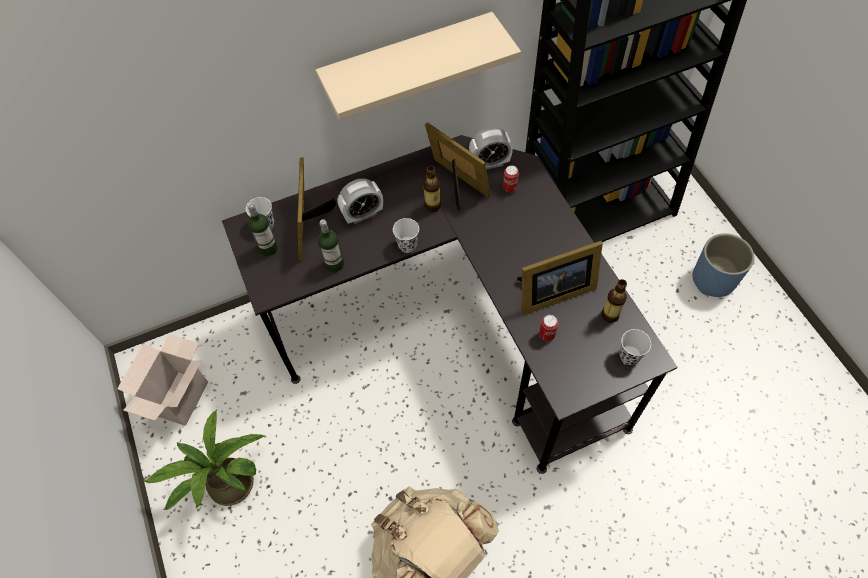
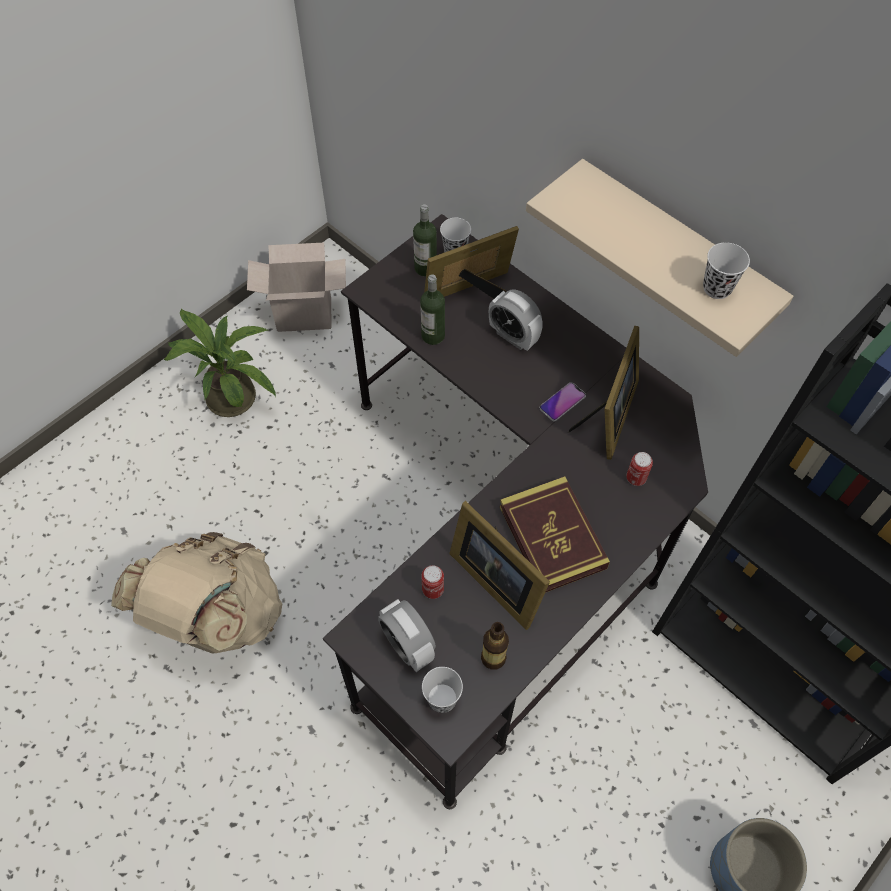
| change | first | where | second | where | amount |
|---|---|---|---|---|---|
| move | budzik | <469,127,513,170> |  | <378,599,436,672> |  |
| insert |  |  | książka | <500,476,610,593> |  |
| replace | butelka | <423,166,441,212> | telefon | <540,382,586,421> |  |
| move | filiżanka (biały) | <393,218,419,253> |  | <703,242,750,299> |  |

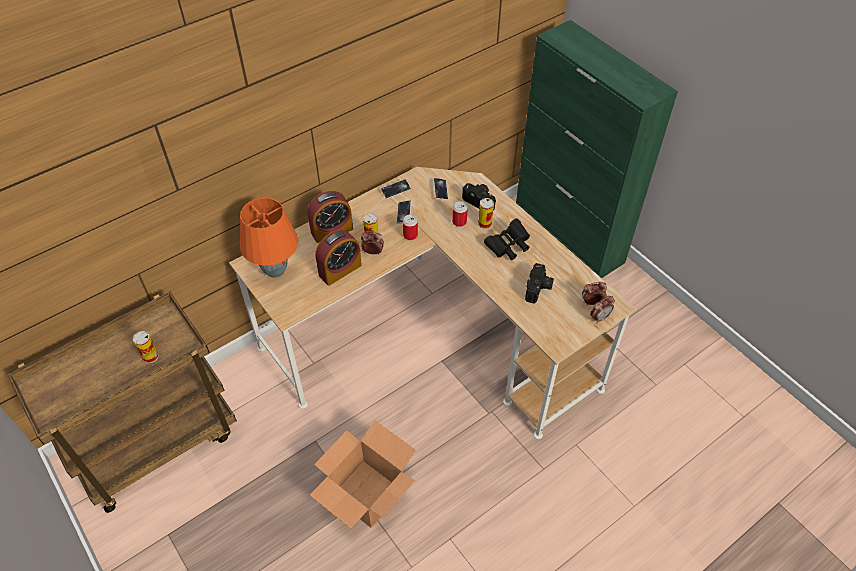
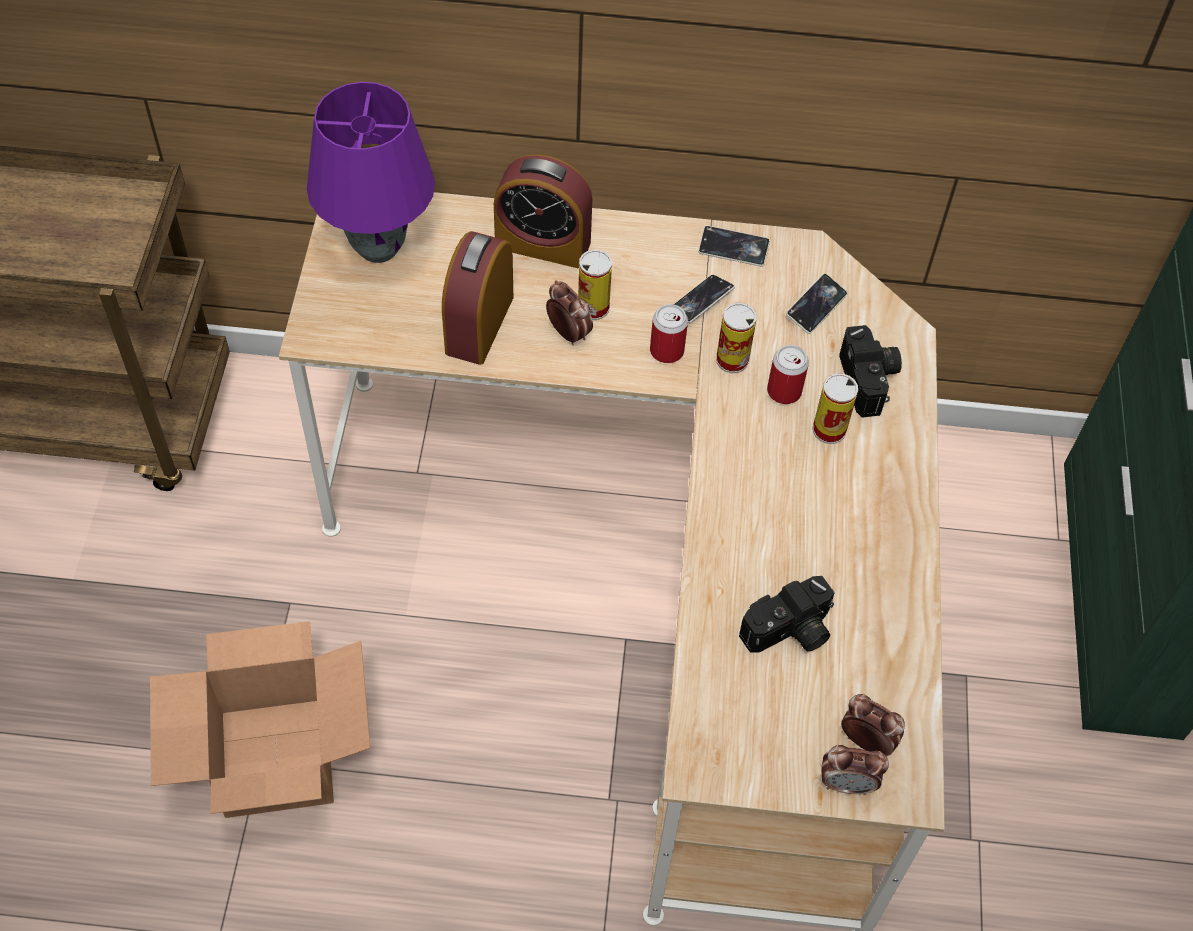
| change | first | where | second | where | amount |
|---|---|---|---|---|---|
| recolor | lampa stołowa (pomarańczowy) | <240,198,298,278> | lampa stołowa (fioletowy) | <307,82,435,263> |  |
| rotate | budzik | <315,229,362,286> |  | <442,231,513,365> | 105 degrees clockwise |
| move | puszka | <133,331,159,363> |  | <716,303,757,373> |  |
| delete | lornetka (czarny) | <484,219,530,260> |  |  |  |

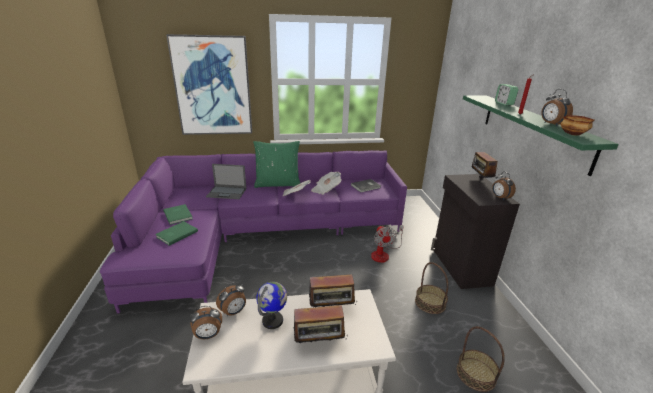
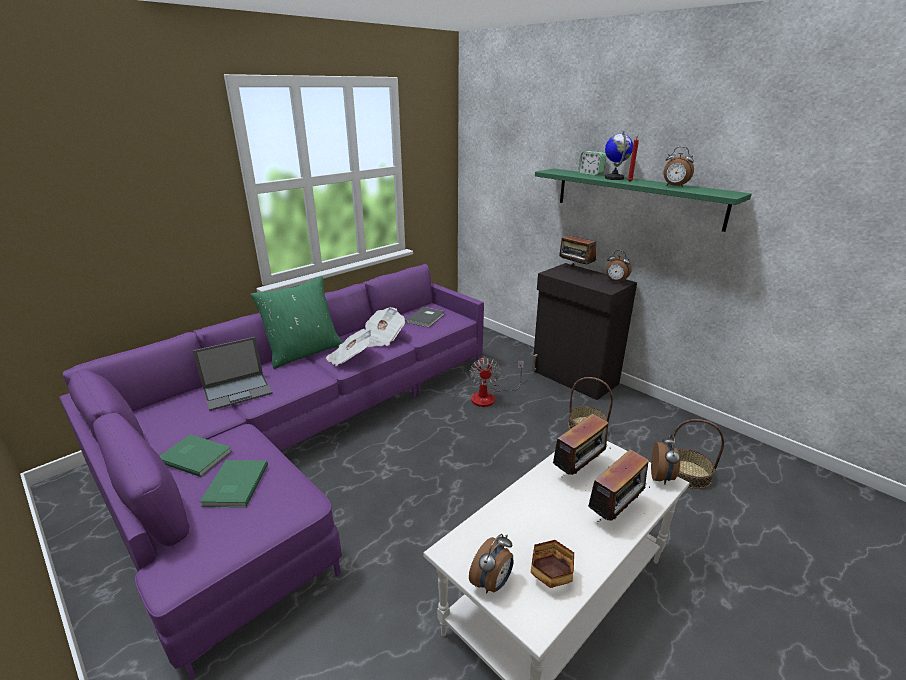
| change | first | where | second | where | amount |
|---|---|---|---|---|---|
| rotate | wentylator | <371,225,404,263> |  | <469,356,524,407> | 45 degrees clockwise |
| move | miska | <560,115,594,136> |  | <530,540,574,588> |  |
| move | globus | <257,282,287,329> |  | <605,131,633,180> |  |
| move | budzik | <216,282,246,317> |  | <651,434,680,485> |  |
| delete | obraz | <166,34,252,135> |  |  |  |

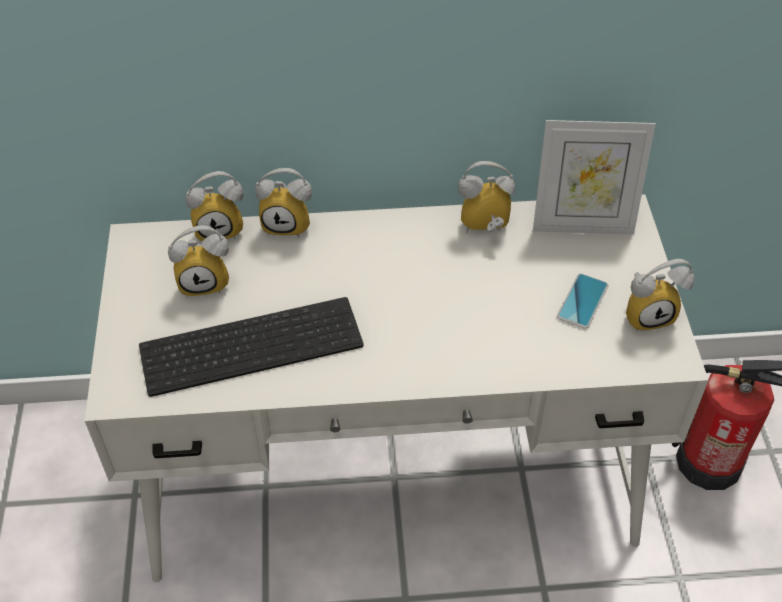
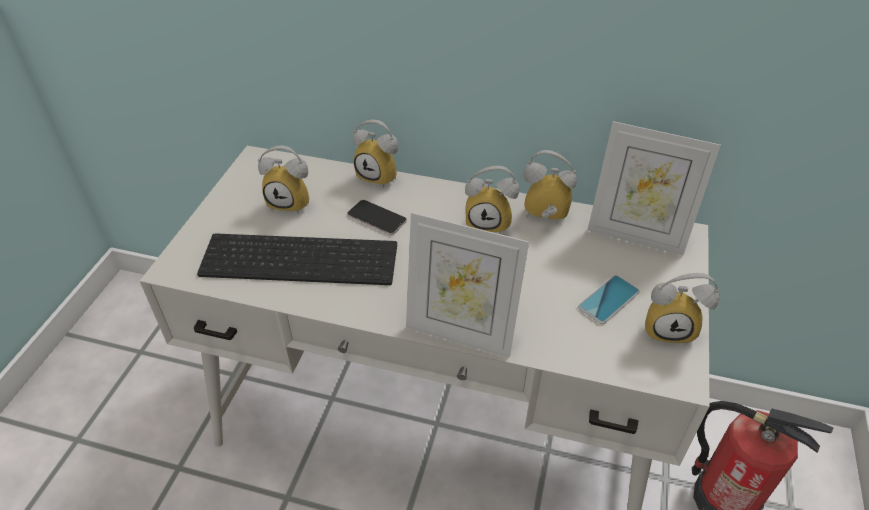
| change | first | where | second | where | amount |
|---|---|---|---|---|---|
| insert |  |  | telefon | <347,200,407,235> |  |
| insert |  |  | ramka na zdjęcie | <406,212,529,358> |  |
| move | budzik | <185,171,243,241> |  | <465,166,519,234> |  |

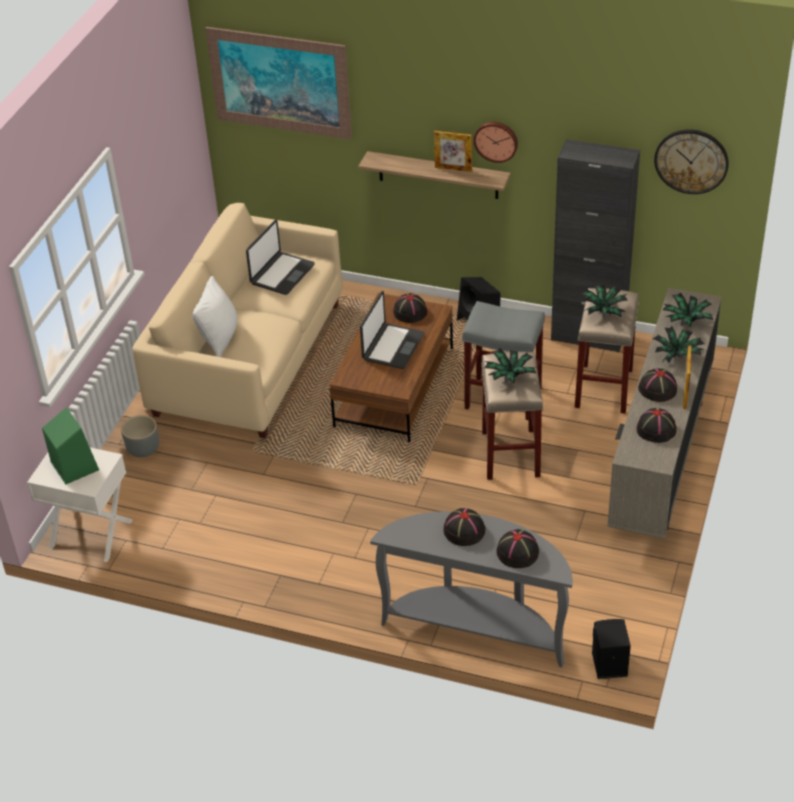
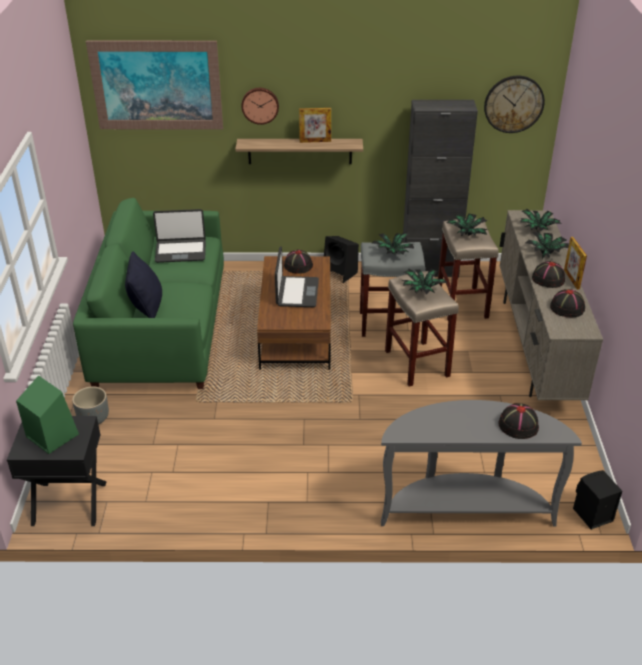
| change | first | where | second | where | amount |
|---|---|---|---|---|---|
| recolor | szafka nocna (biały) | <27,447,133,562> | szafka nocna (czarny) | <7,416,106,526> |  |
| recolor | kanapa (beżowy) | <132,203,343,438> | kanapa (zielony) | <73,198,224,389> |  |
| recolor | poduszka (biały) | <193,276,238,357> | poduszka (czarny) | <125,251,162,318> |  |
| rotate | laptop | <246,220,315,295> |  | <153,209,206,263> | 75 degrees clockwise |
| move | zegar ścienny | <474,122,518,163> |  | <241,88,279,125> |  |
| insert |  |  | roślina doniczkowa | <371,232,414,255> |  |
| delete | kapelusz (czarny) | <443,508,485,546> |  |  |  |

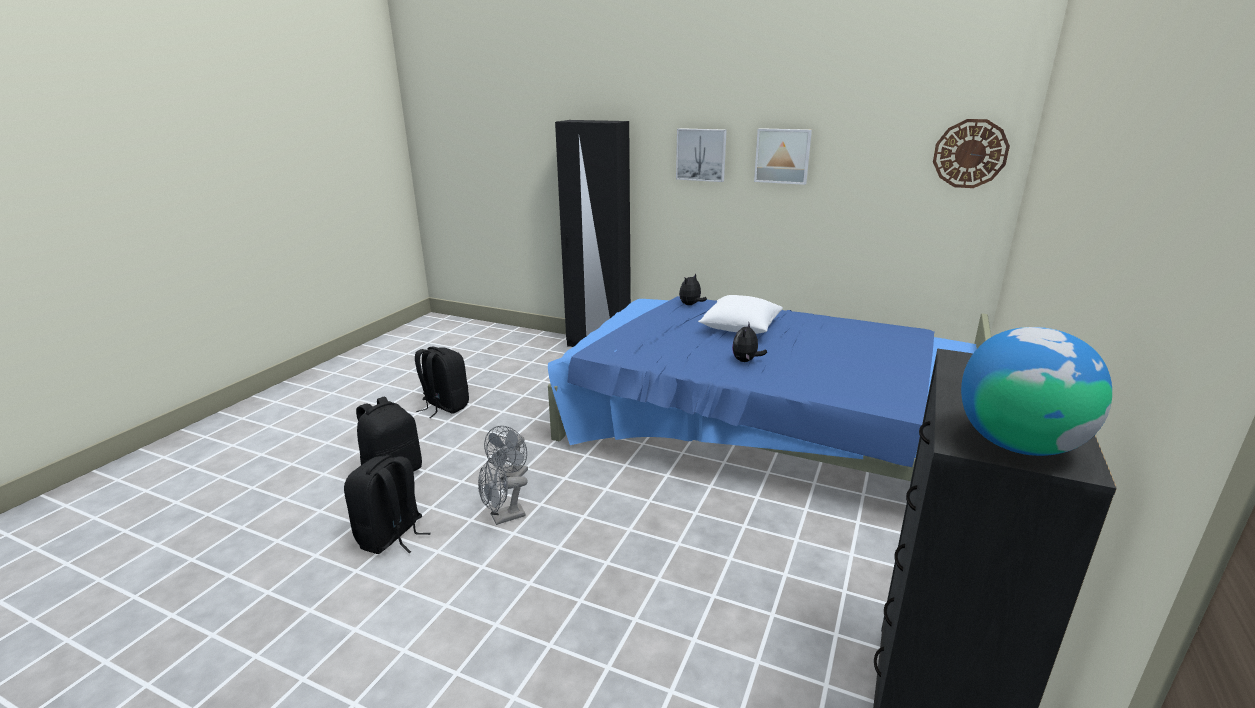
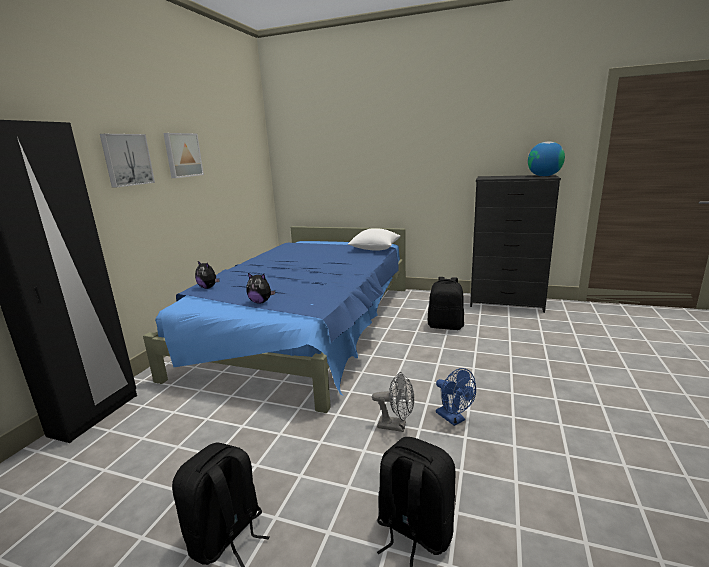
| change | first | where | second | where | amount |
|---|---|---|---|---|---|
| move | pluszak | <732,322,767,362> |  | <246,273,275,304> |  |
| move | poduszka (biały) | <698,295,783,334> |  | <348,228,401,251> |  |
| move | plecak (czarny) | <344,455,431,554> |  | <428,277,464,330> |  |
| recolor | wentylator (szary) | <478,458,528,525> | wentylator (niebieski) | <436,368,476,426> |  |
| delete | zegar ścienny | <933,119,1010,188> |  |  |  |

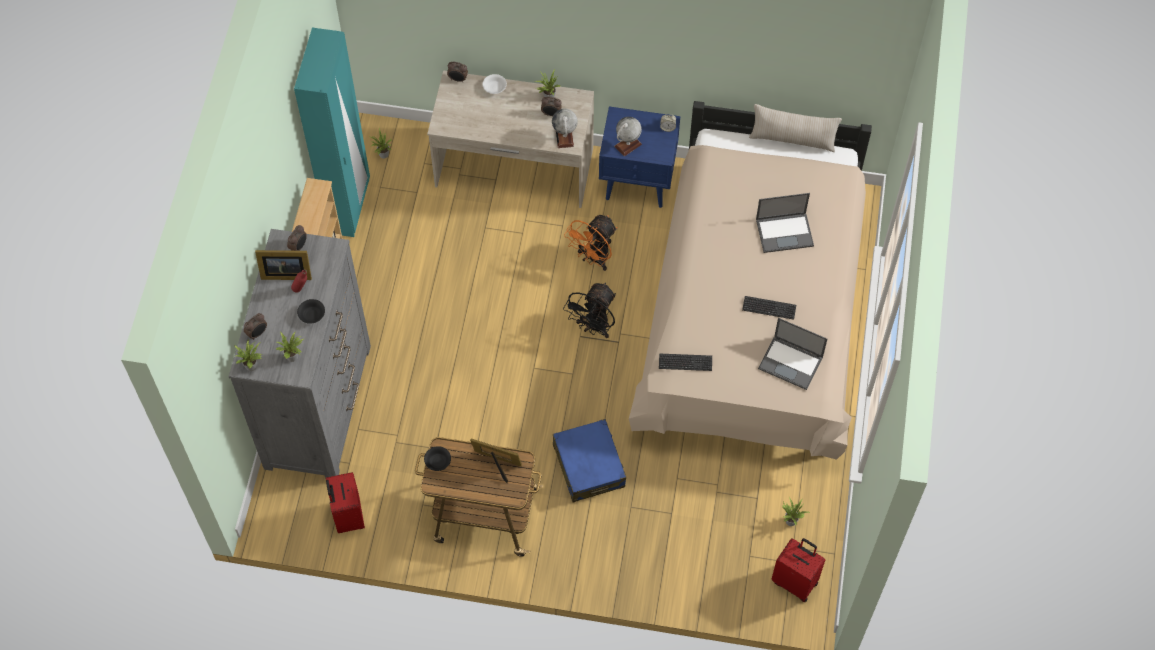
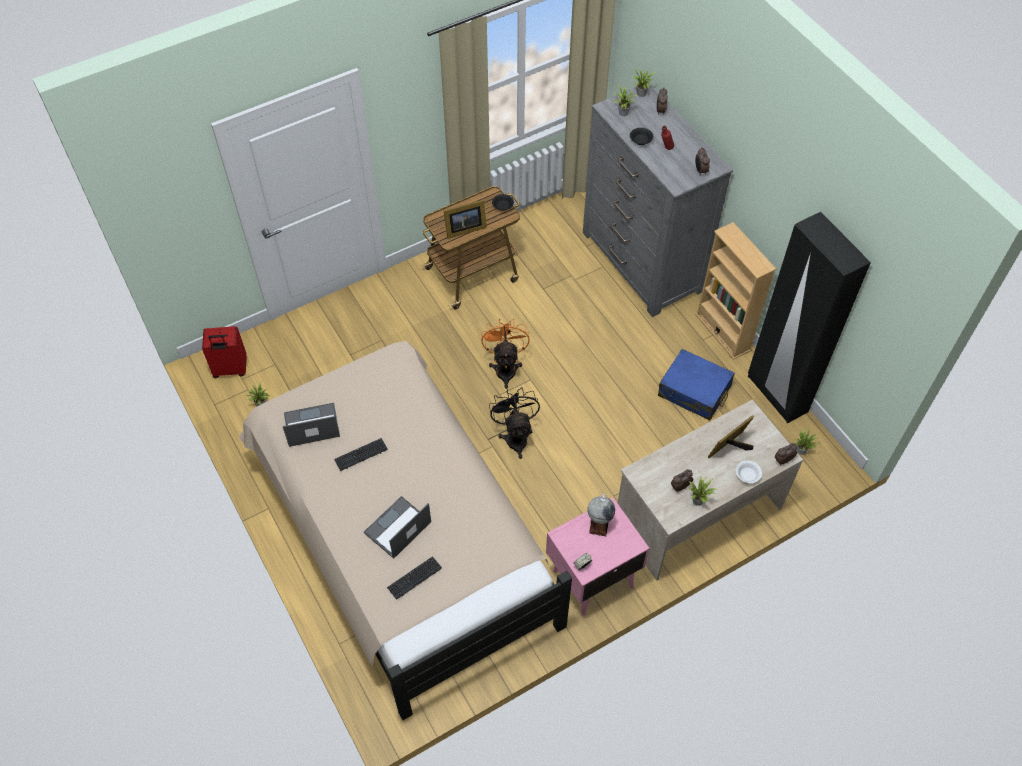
| change | first | where | second | where | amount |
|---|---|---|---|---|---|
| move | klawiatura | <659,353,712,371> |  | <387,556,442,599> |  |
| move | wentylator (pomarańczowy) | <564,215,617,271> |  | <481,318,530,389> |  |
| recolor | szafka nocna (niebieski) | <599,106,680,208> | szafka nocna (różowy) | <546,498,650,616> |  |
| move | walizka (niebieski) | <553,419,626,503> |  | <658,349,735,420> |  |
| move | ramka na zdjęcie | <255,250,312,280> |  | <708,415,754,458> |  |
| recolor | szafa (turkusowy) | <294,28,370,237> | szafa (czarny) | <748,212,871,424> |  |
| delete | walizka (czerwony) | <326,472,365,533> |  |  |  |
| delete | globus | <552,109,577,148> |  |  |  |
| delete | poduszka (beżowy) | <749,104,842,152> |  |  |  |

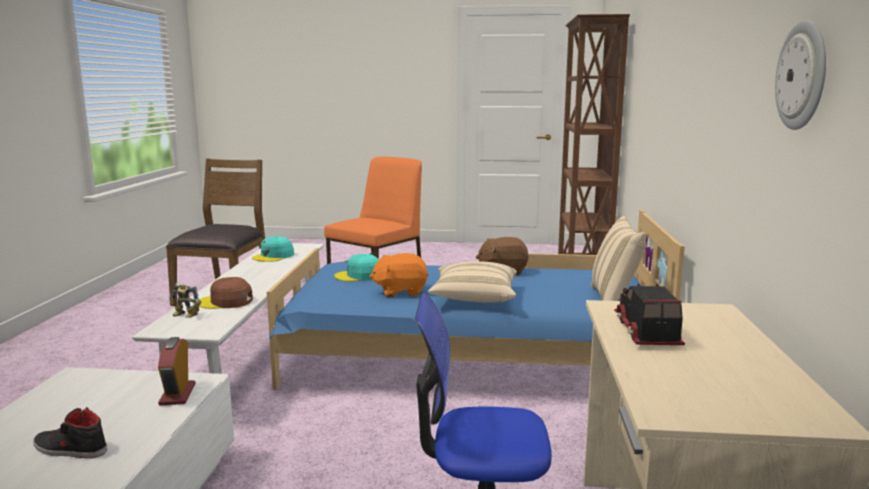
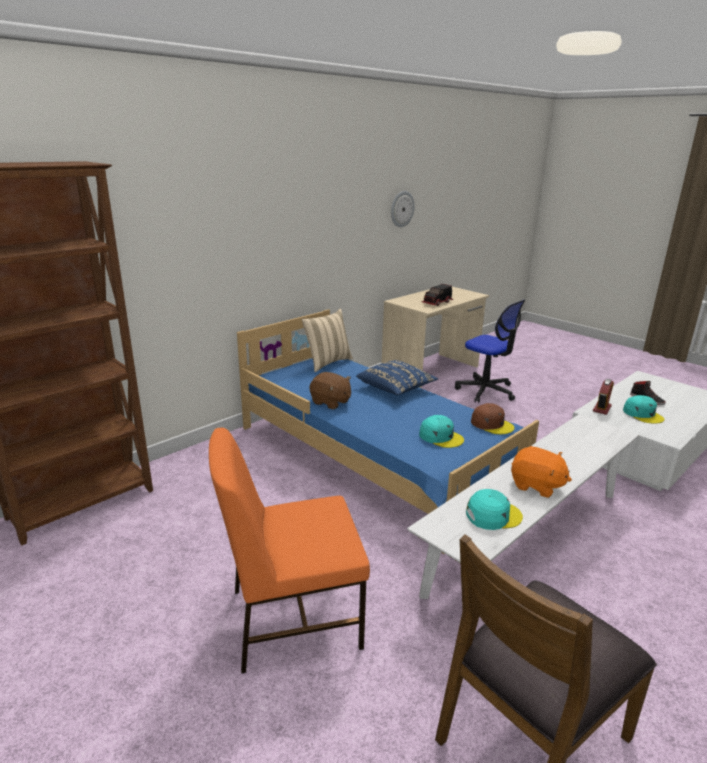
| change | first | where | second | where | amount |
|---|---|---|---|---|---|
| recolor | poduszka (beżowy) | <428,261,517,303> | poduszka (niebieski) | <356,360,438,395> |  |
| move | czapka z daszkiem (brązowy) | <199,277,253,309> |  | <471,403,514,434> |  |
| move | pluszak (pomarańczowy) | <369,253,428,297> |  | <511,446,572,498> |  |
| insert |  |  | czapka z daszkiem (turkusowy) | <623,395,665,424> |  |
| delete | robot zabawkowy | <169,283,201,318> |  |  |  |

